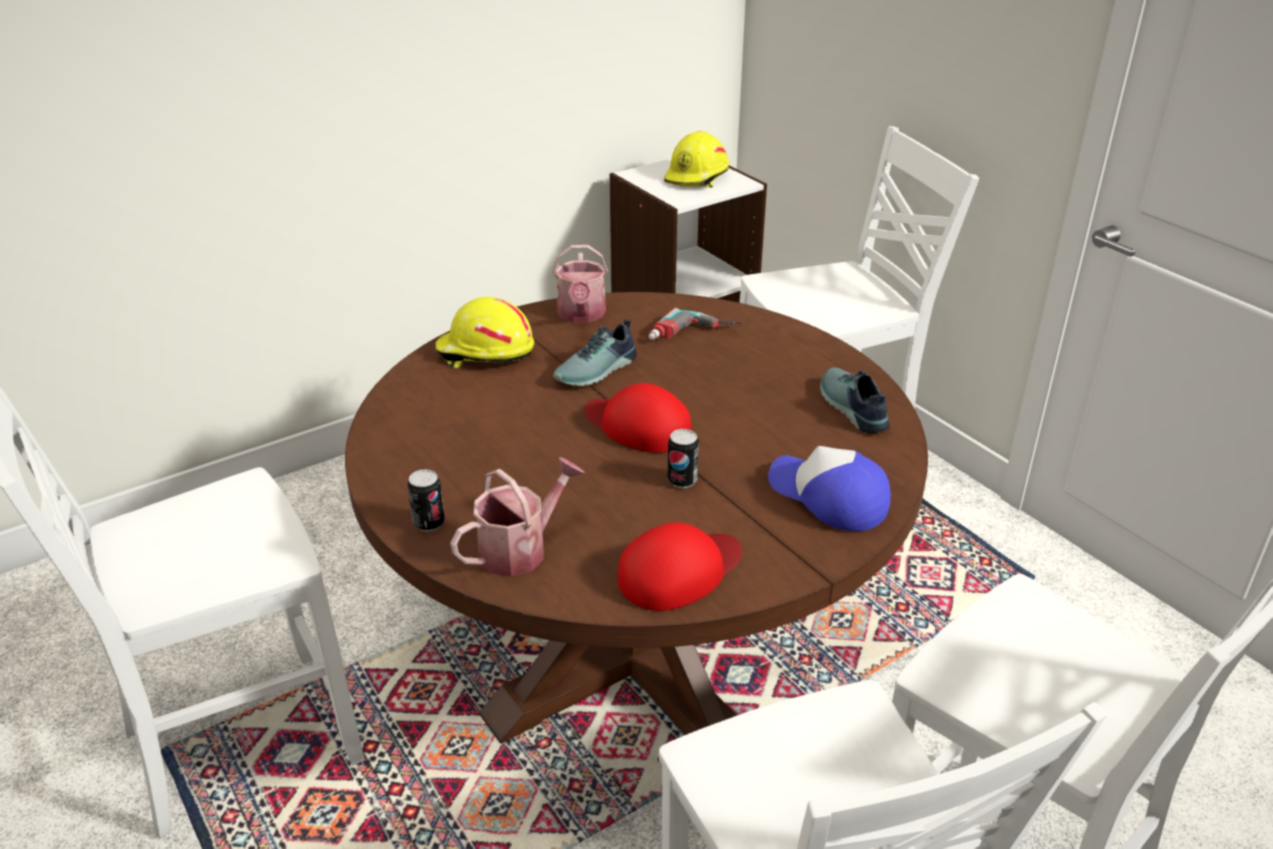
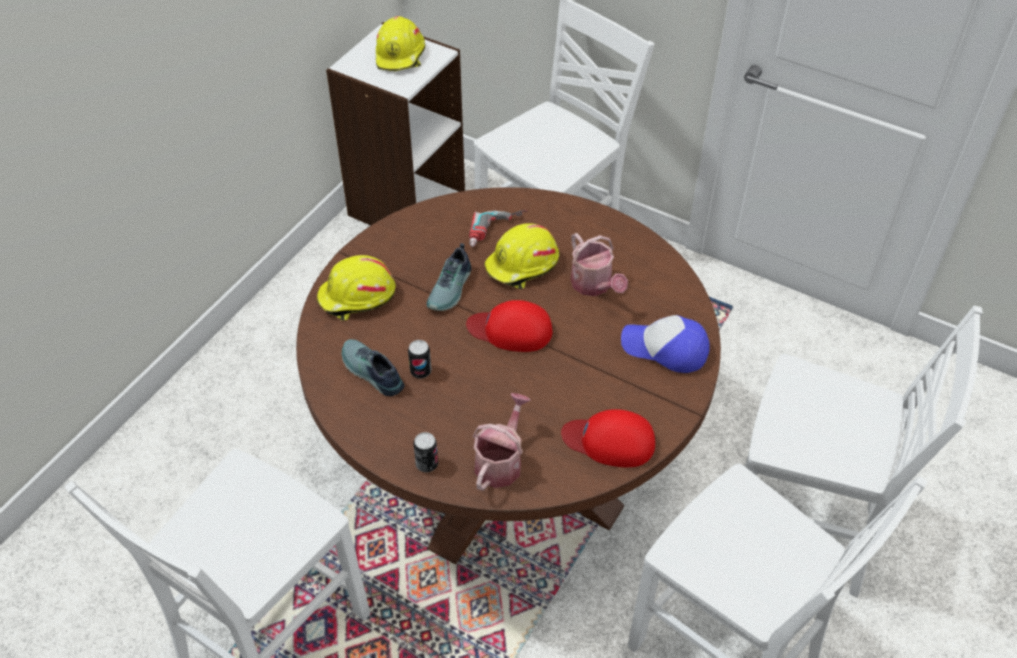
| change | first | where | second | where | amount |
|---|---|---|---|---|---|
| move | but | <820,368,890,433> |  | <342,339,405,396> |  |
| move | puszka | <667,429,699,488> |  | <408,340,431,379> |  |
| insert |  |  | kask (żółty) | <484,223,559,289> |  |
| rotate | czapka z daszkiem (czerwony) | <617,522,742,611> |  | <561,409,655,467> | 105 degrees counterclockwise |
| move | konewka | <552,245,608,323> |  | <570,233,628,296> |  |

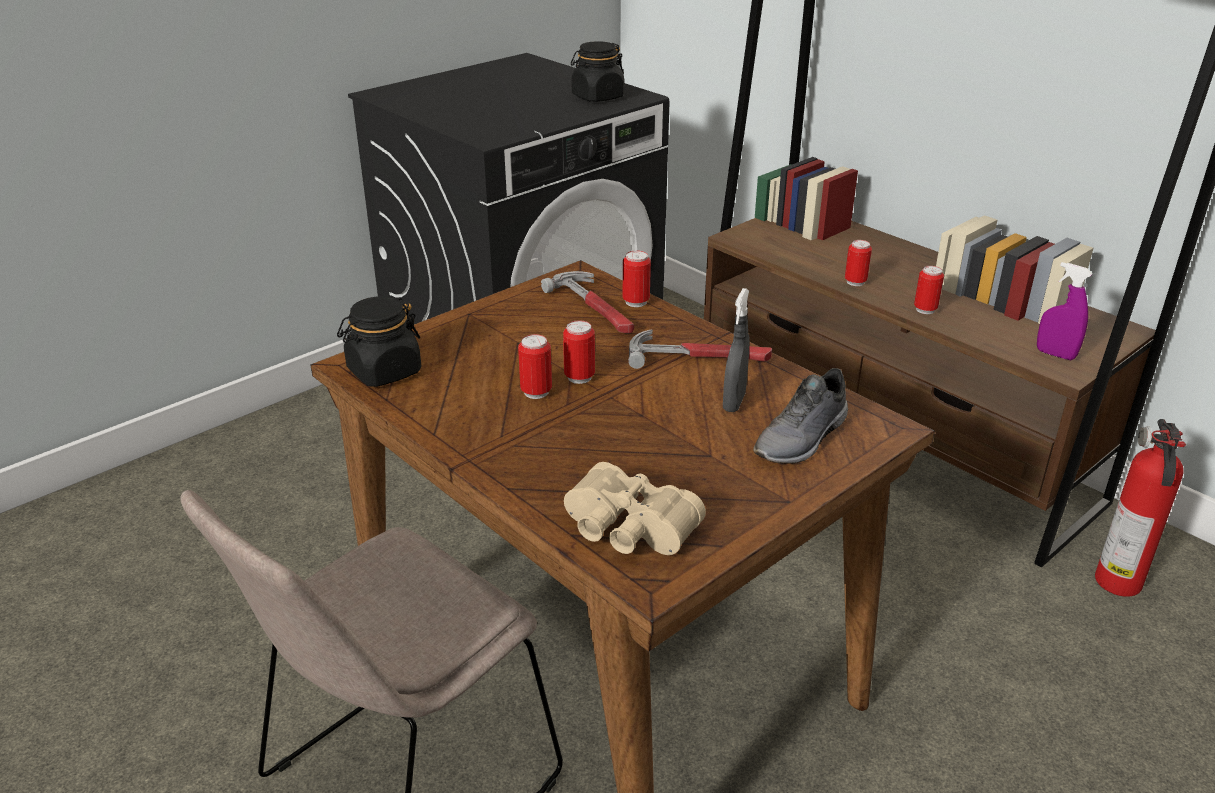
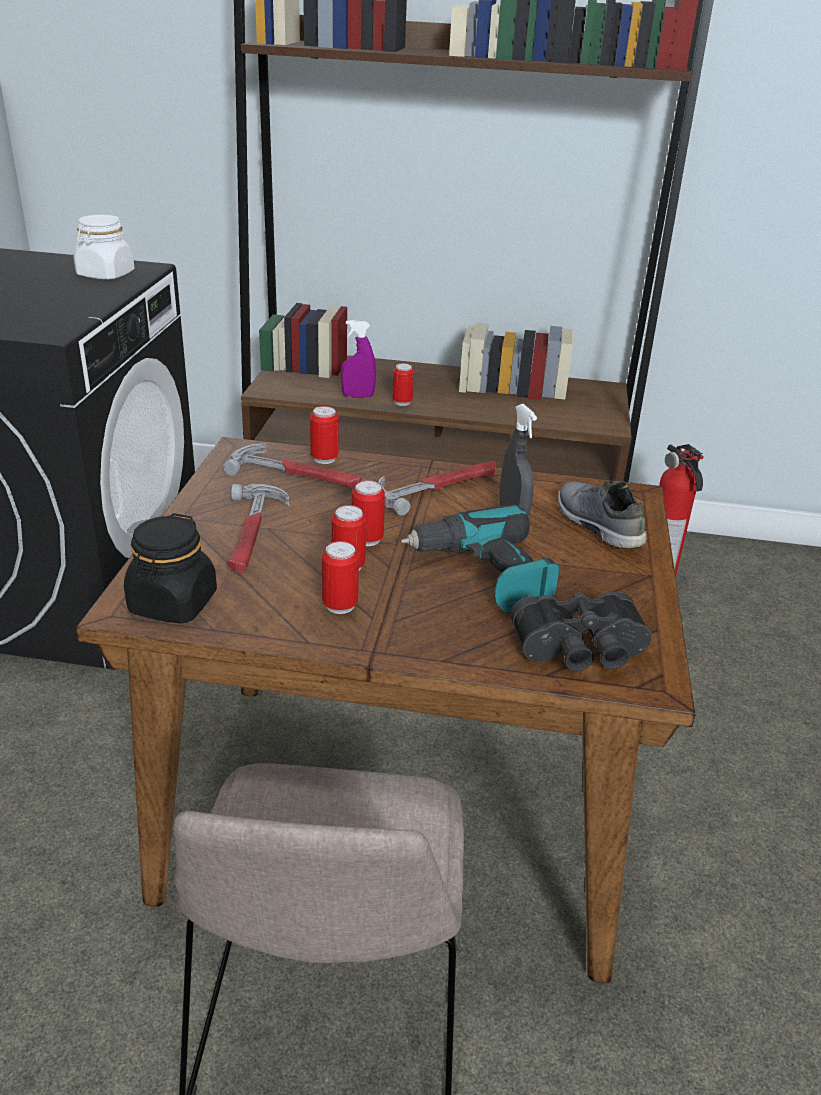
| change | first | where | second | where | amount |
|---|---|---|---|---|---|
| recolor | słoik (czarny) | <571,41,624,102> | słoik (biały) | <73,215,135,279> |  |
| insert |  |  | młotek | <228,484,289,573> |  |
| move | puszka | <914,266,944,314> |  | <322,541,359,614> |  |
| move | spryskiwacz (fioletowy) | <1037,262,1093,360> |  | <341,320,376,398> |  |
| insert |  |  | wiertarka | <401,504,559,612> |  |
| recolor | lornetka (beżowy) | <564,462,706,555> | lornetka (czarny) | <510,592,652,671> |  |
| rotate | but (szary) | <753,368,848,464> |  | <558,480,647,549> | 150 degrees clockwise |

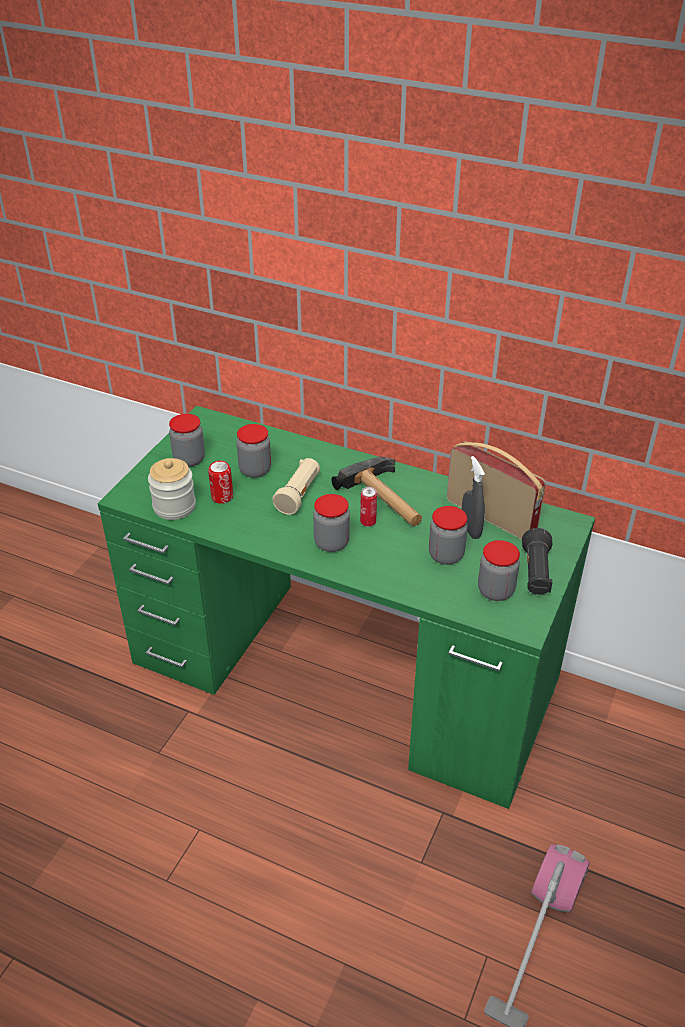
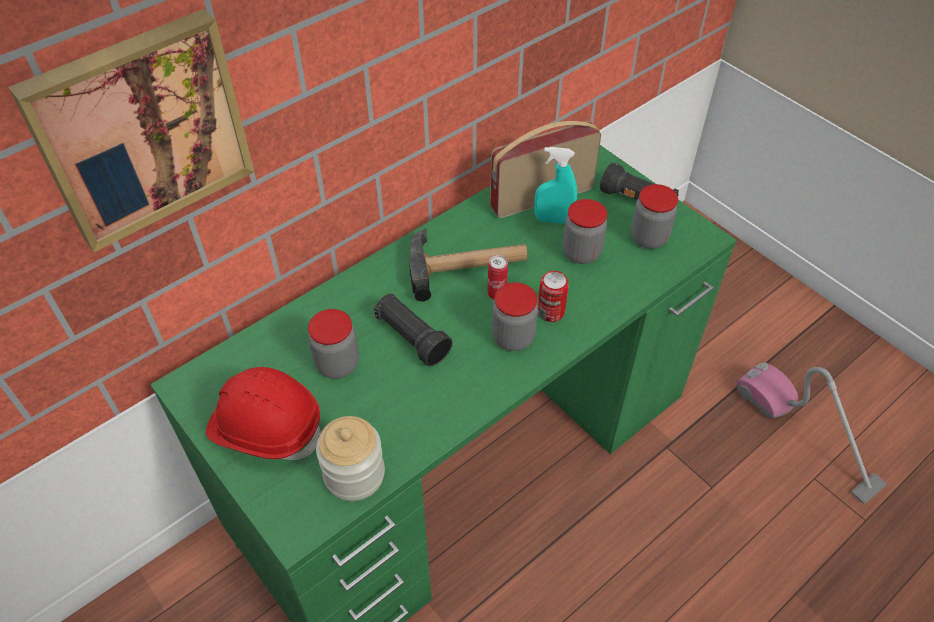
| change | first | where | second | where | amount |
|---|---|---|---|---|---|
| insert |  |  | obraz | <8,9,254,252> |  |
| replace | słoik | <169,414,205,467> | kask (czerwony) | <206,367,321,460> |  |
| recolor | latarka (beżowy) | <273,458,320,515> | latarka (czarny) | <374,294,452,366> |  |
| recolor | spryskiwacz (szary) | <462,456,485,539> | spryskiwacz (turkusowy) | <534,147,577,224> |  |
| move | puszka | <208,461,233,504> |  | <538,271,569,322> |  |

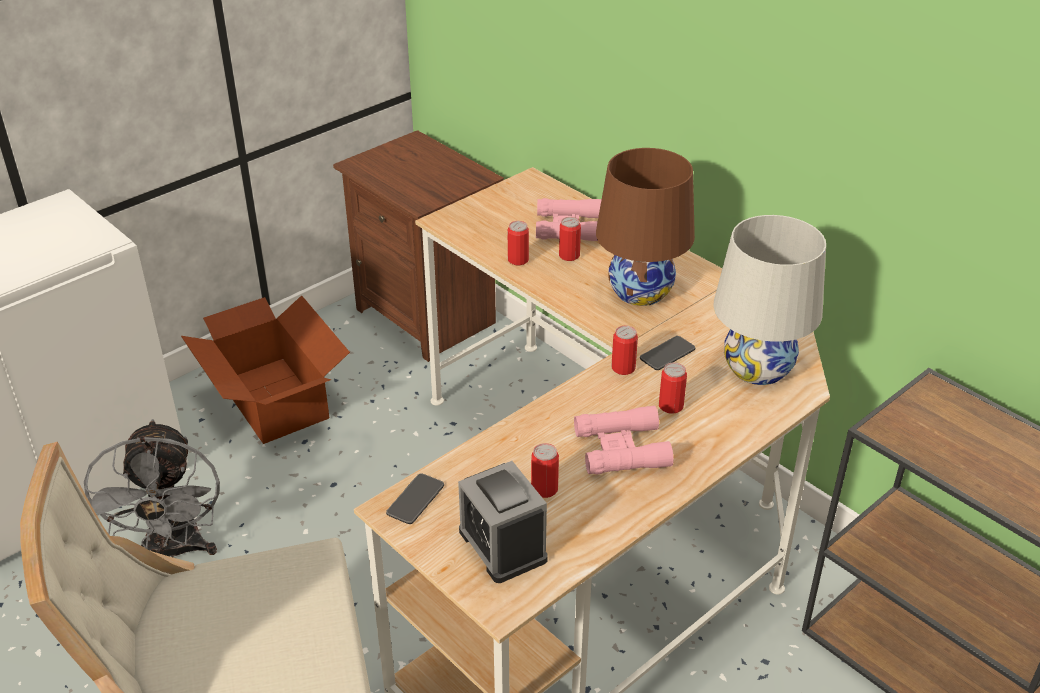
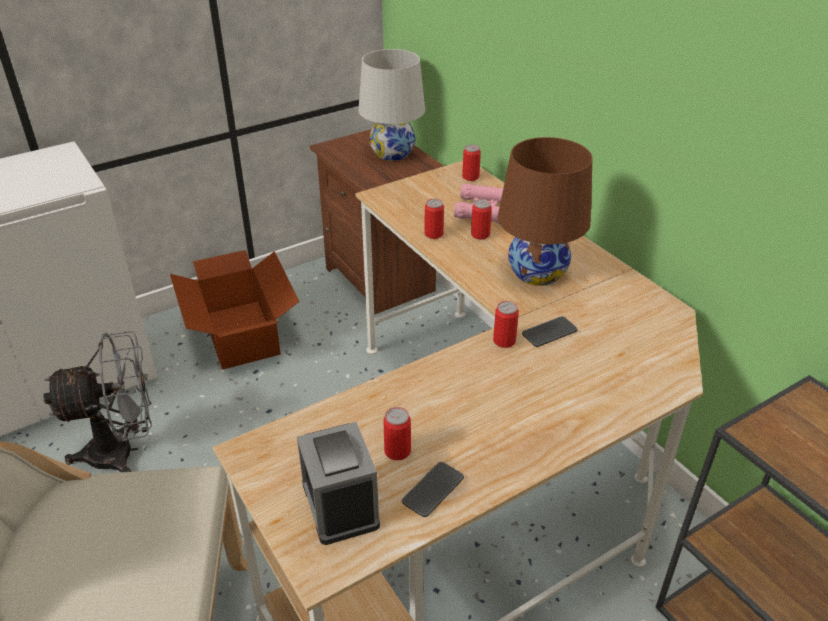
| change | first | where | second | where | amount |
|---|---|---|---|---|---|
| rotate | wentylator (szary) | <84,419,220,558> |  | <43,331,152,472> | 105 degrees counterclockwise |
| move | lampa stołowa (biały) | <713,215,826,385> |  | <358,49,425,161> |  |
| move | telefon | <386,474,444,524> |  | <402,462,464,517> |  |
| move | puszka | <659,362,687,414> |  | <462,144,481,181> |  |
| delete | lornetka (różowy) | <574,406,674,474> |  |  |  |

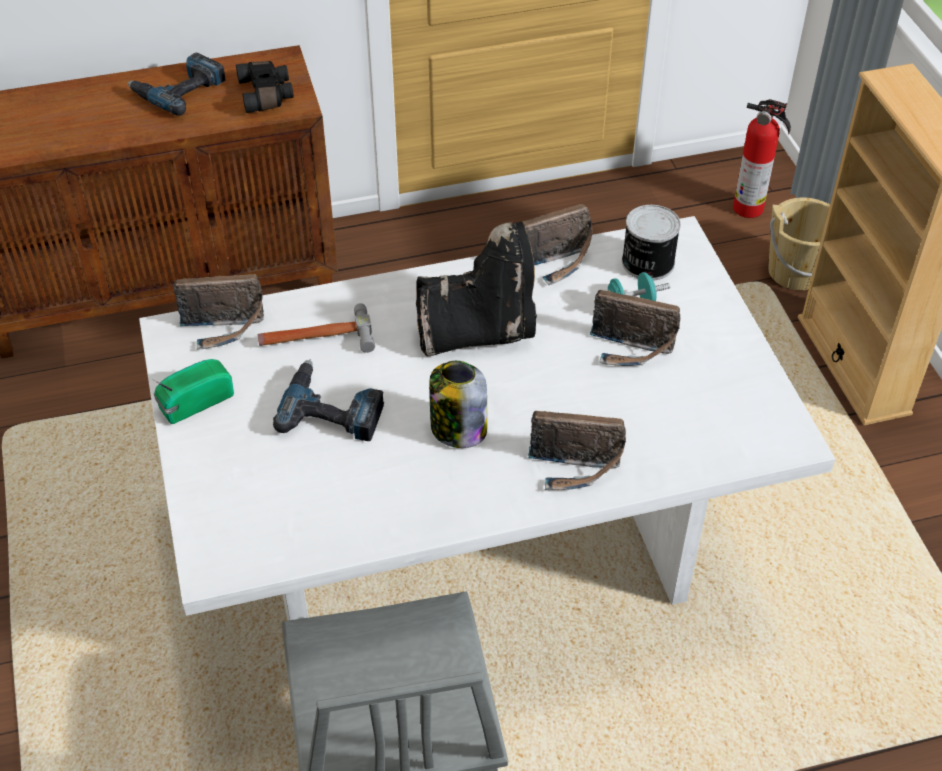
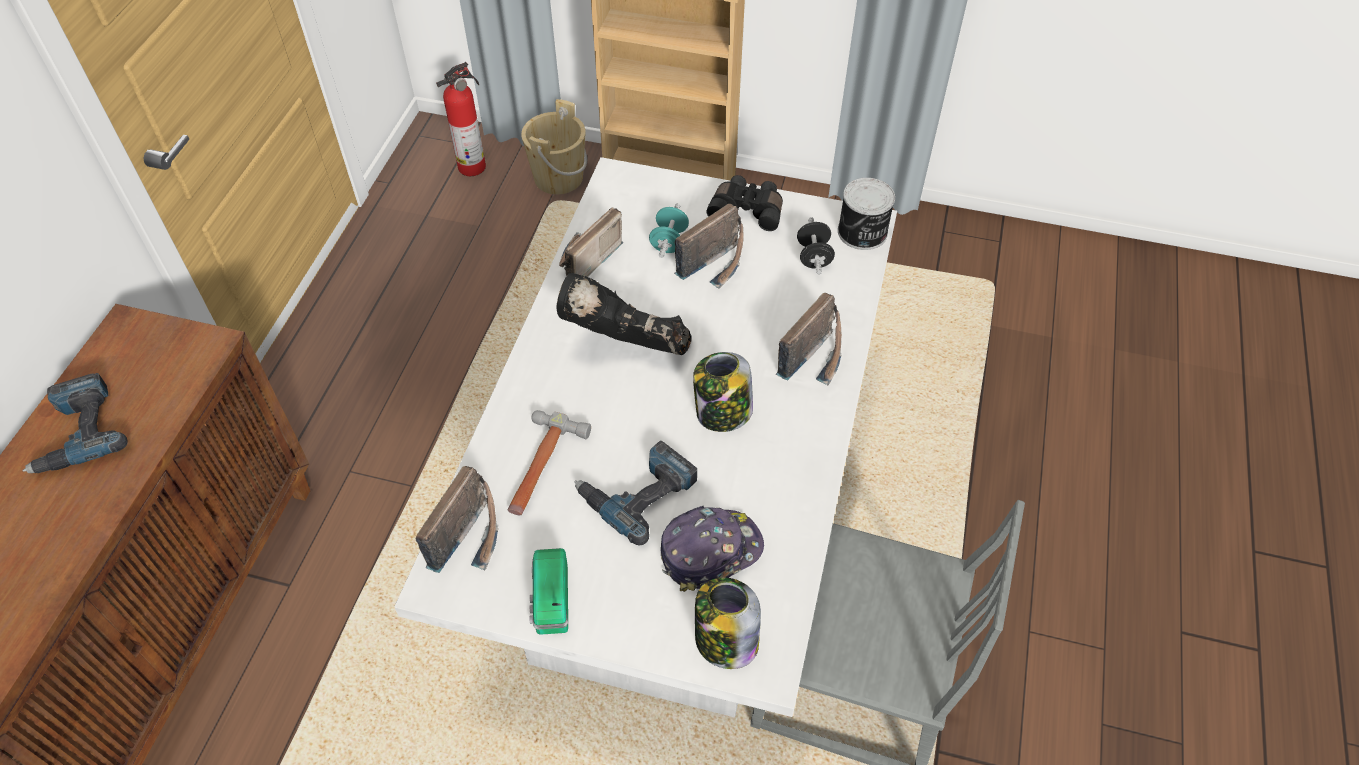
| change | first | where | second | where | amount |
|---|---|---|---|---|---|
| rotate | but z cholewką (czarny) | <416,222,537,356> |  | <557,273,691,355> | 90 degrees counterclockwise |
| rotate | radio | <523,204,593,285> |  | <559,207,623,277> | 150 degrees counterclockwise |
| insert |  |  | czapka z daszkiem | <661,506,764,592> |  |
| insert |  |  | słoik | <695,577,761,669> |  |
| move | lornetka (czarny) | <236,61,294,113> |  | <706,175,783,231> |  |
| insert |  |  | hantel (czarny) | <797,217,835,274> |  |
| move | puszka | <622,205,681,281> |  | <838,178,895,250> |  |

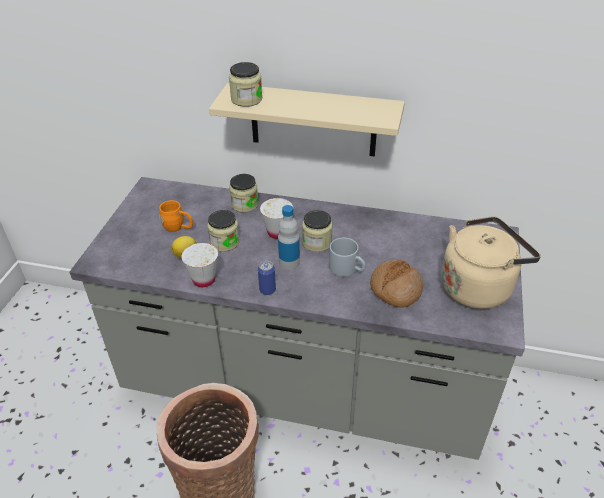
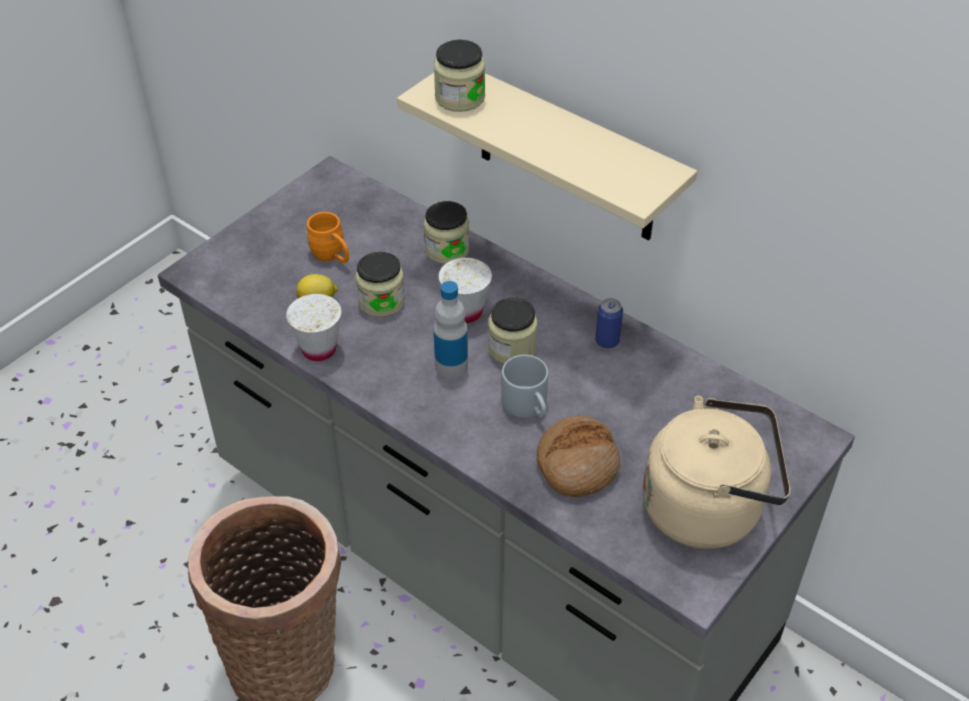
| change | first | where | second | where | amount |
|---|---|---|---|---|---|
| move | puszka | <258,261,276,295> |  | <595,298,623,349> |  |

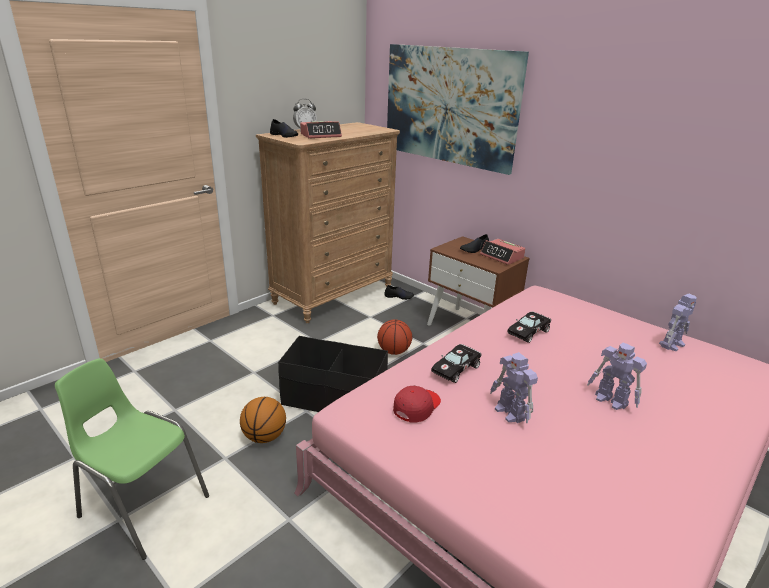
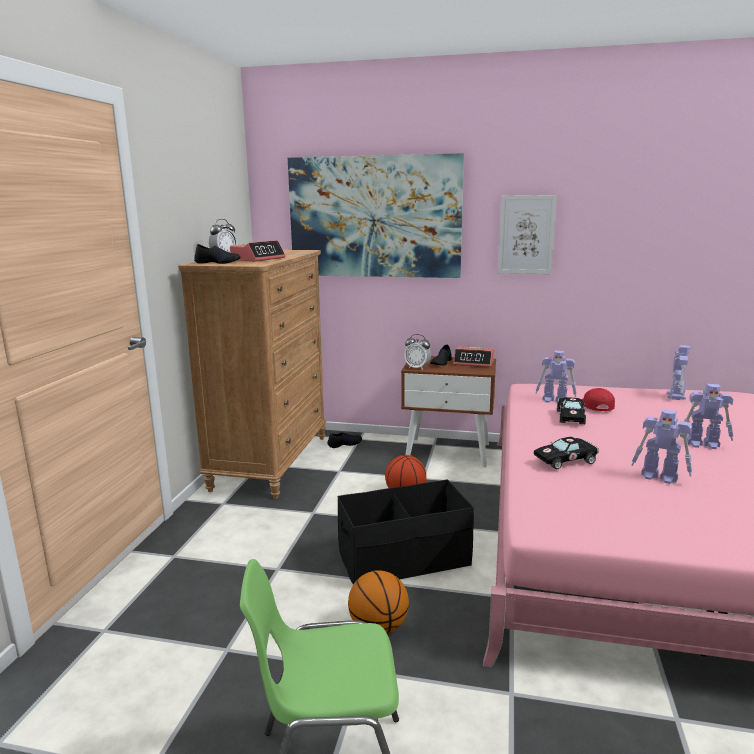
| change | first | where | second | where | amount |
|---|---|---|---|---|---|
| insert |  |  | budzik | <404,334,431,370> |  |
| insert |  |  | obraz | <498,195,557,274> |  |
| rotate | samochodzik (czarny) | <431,344,481,383> |  | <534,437,599,469> | 60 degrees clockwise |
| insert |  |  | robot zabawkowy | <535,351,577,403> |  |
| move | czapka z daszkiem (czerwony) | <393,386,441,422> |  | <582,388,615,411> |  |

